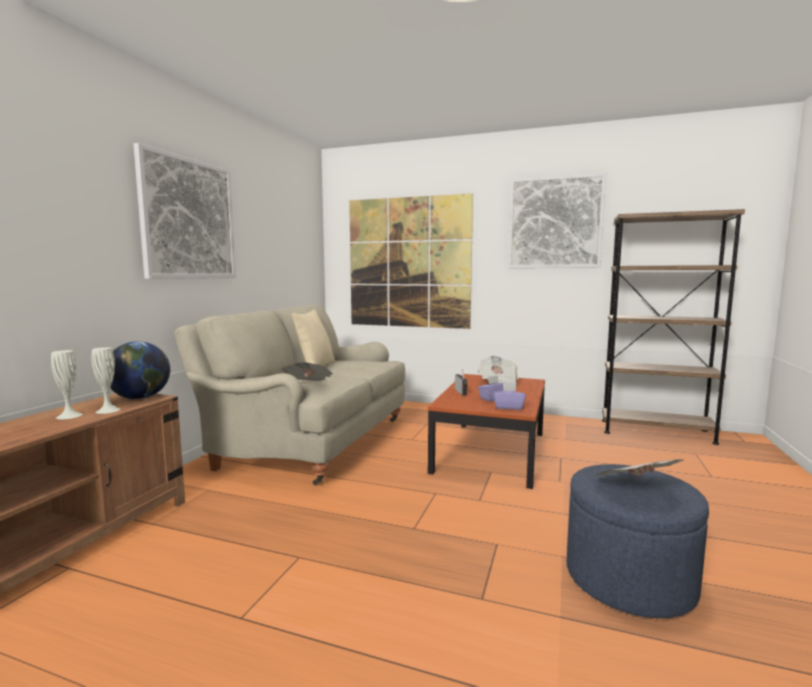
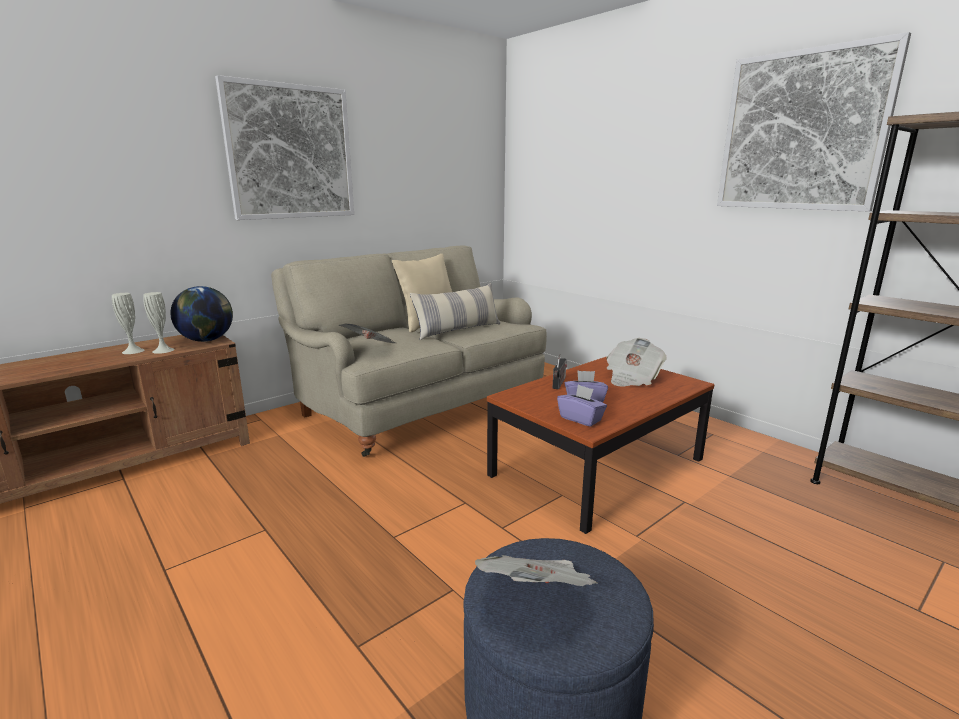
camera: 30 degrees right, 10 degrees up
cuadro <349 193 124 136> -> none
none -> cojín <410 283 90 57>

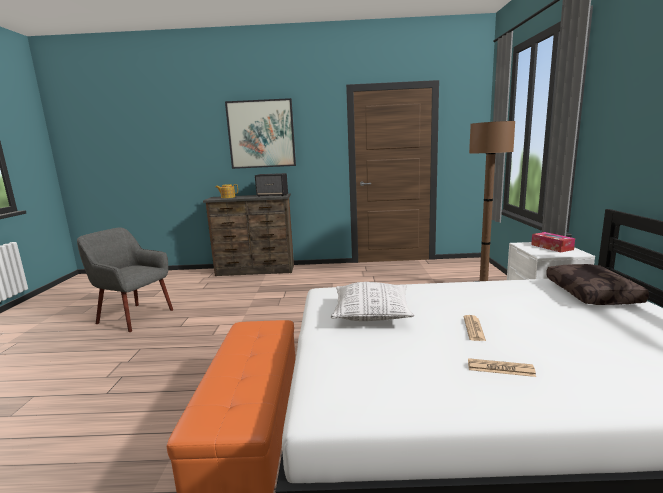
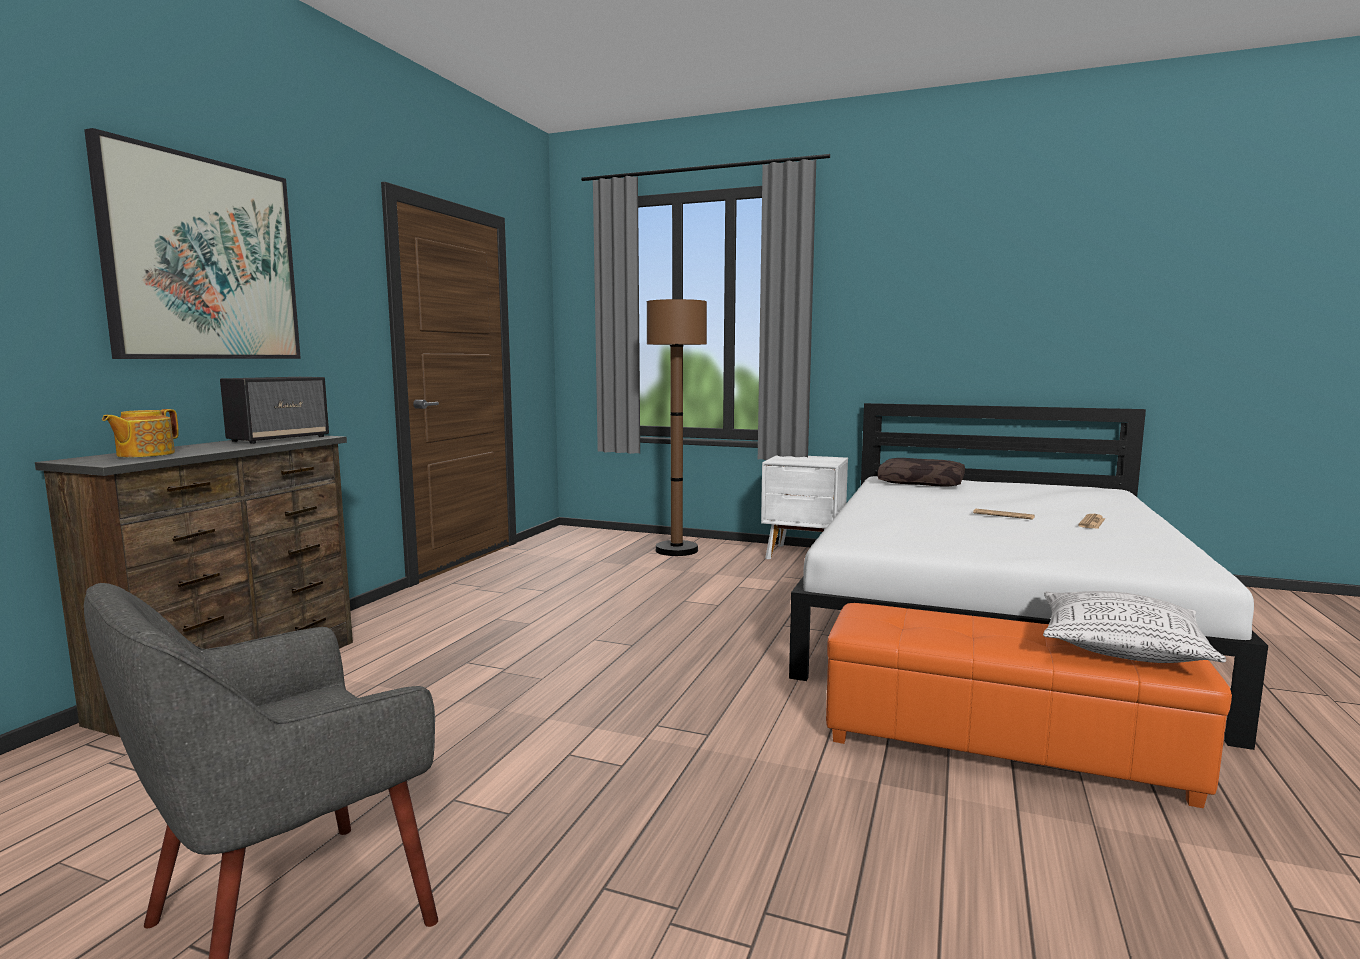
camera: 70 degrees left, 5 degrees down
caja de pañuelos <531 232 44 20> -> none
cojín <331 282 83 39> -> cojín <1043 591 183 72>, move

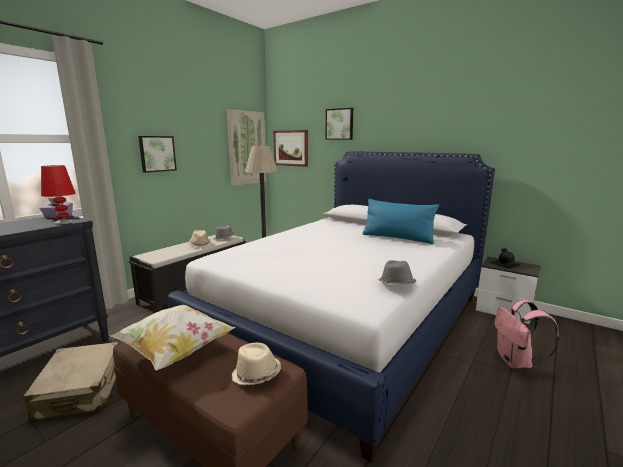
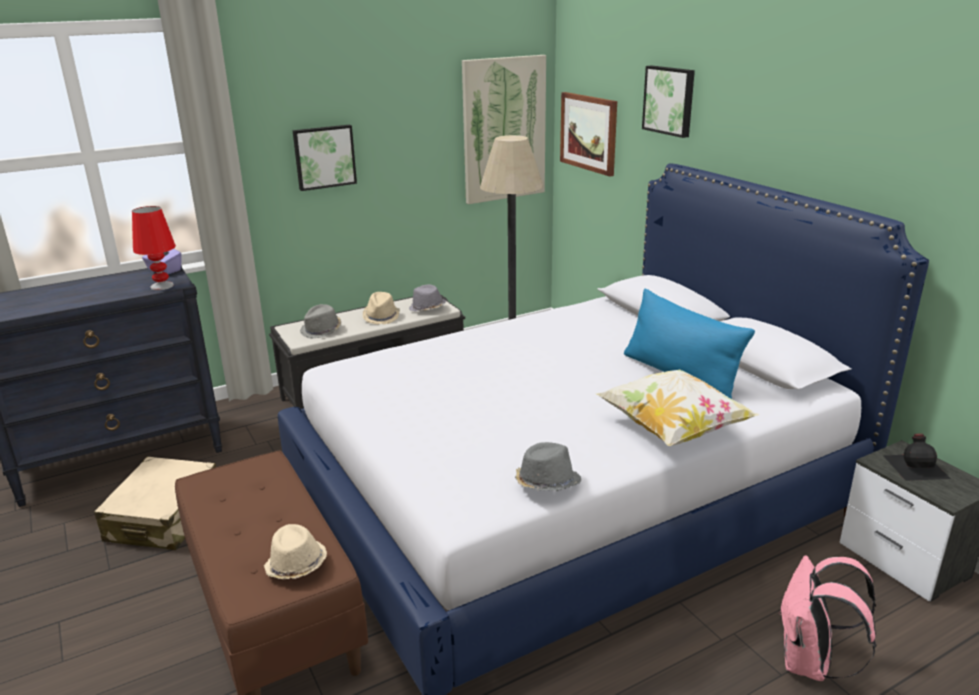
camera: 25 degrees right, 10 degrees up
cojín <110 305 125 65> -> cojín <596 370 163 76>, move
none -> sombrero [gris] <300 304 41 35>

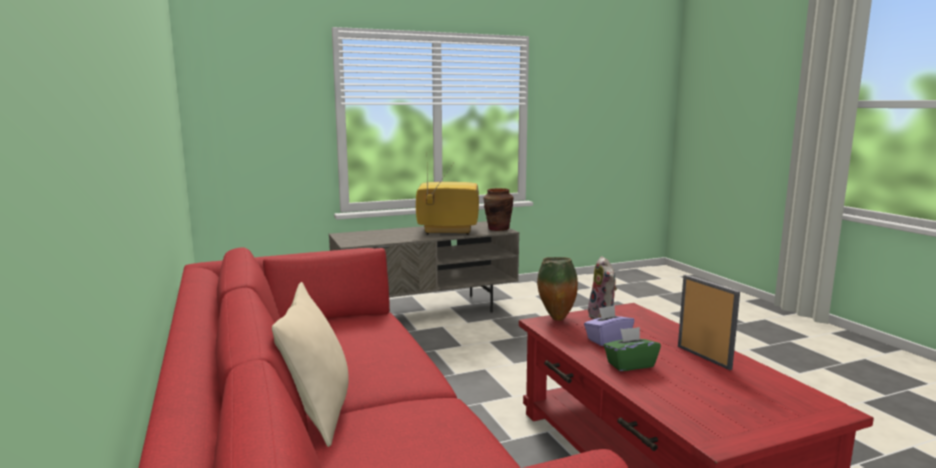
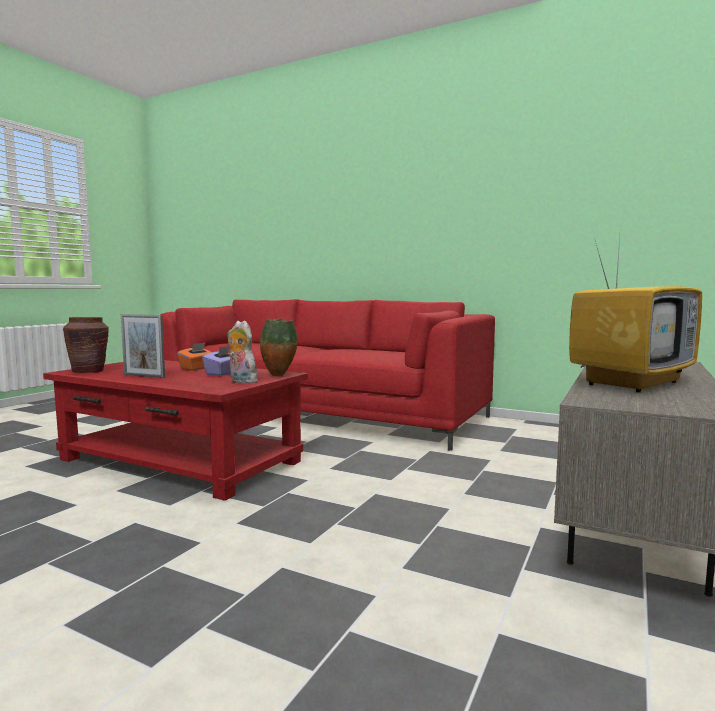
camera: 140 degrees right, 5 degrees down
florero [marrón] <484 188 29 43> -> florero [marrón] <63 317 46 56>, move
cojín [beis] <272 282 77 165> -> none
caja de pañuelos [verde] <604 327 57 44> -> caja de pañuelos [naranja] <177 343 35 28>

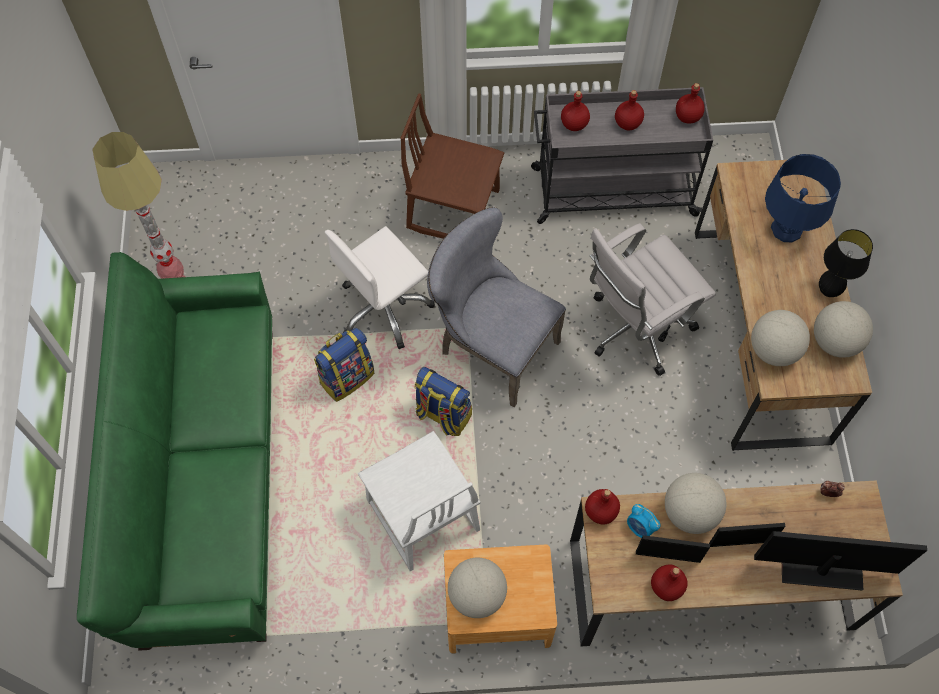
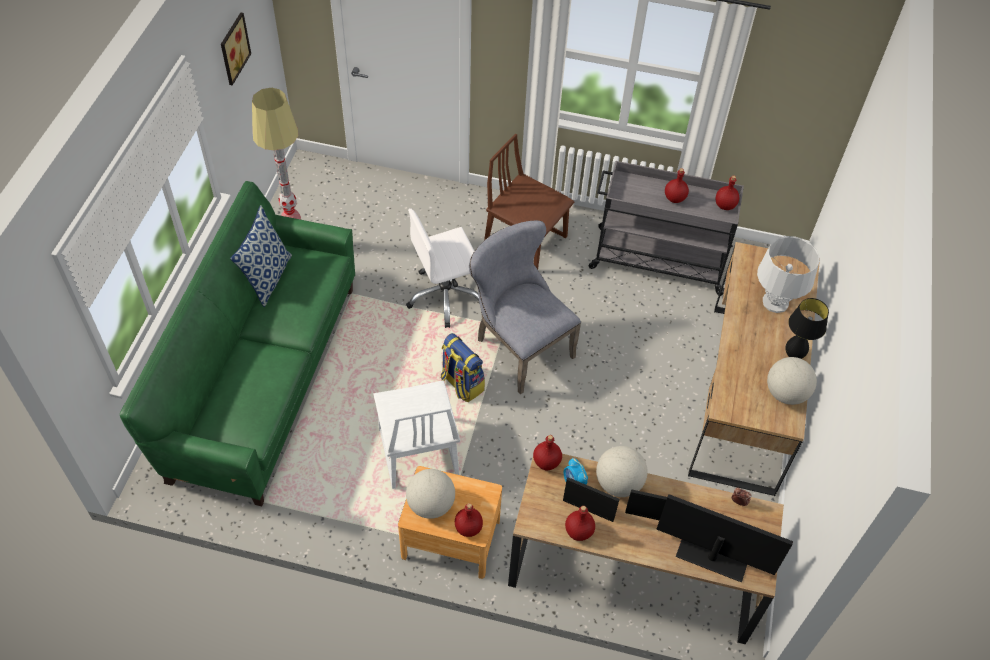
camera: 15 degrees right, 10 degrees down
botella [rojo] <561 91 29 40> -> botella [rojo] <455 503 28 34>, move
lámpara de mesa [azul] <765 154 76 88> -> lámpara de mesa [gris] <757 236 62 77>
silla de oficina [blanco] <590 223 126 153> -> none
globo terráqueo <751 310 59 56> -> none
mochila <314 328 60 74> -> none
none -> cuadro <221 12 30 74>
none -> cojín <230 205 62 102>

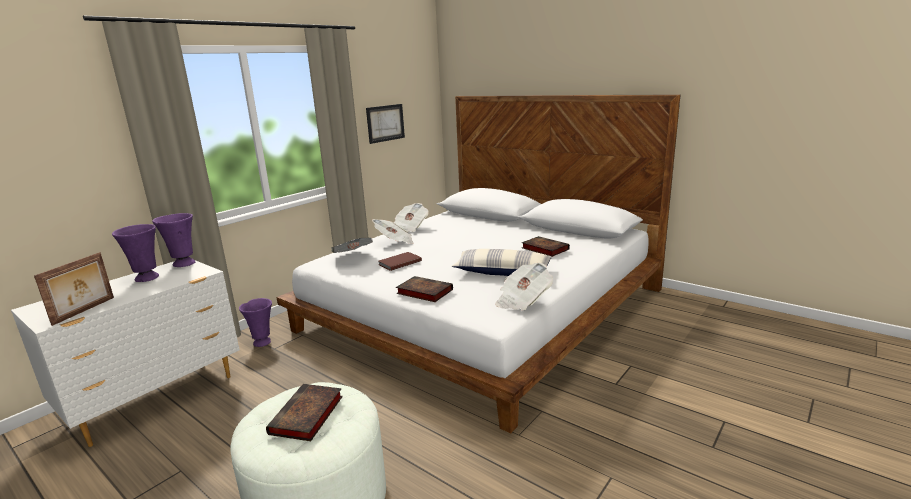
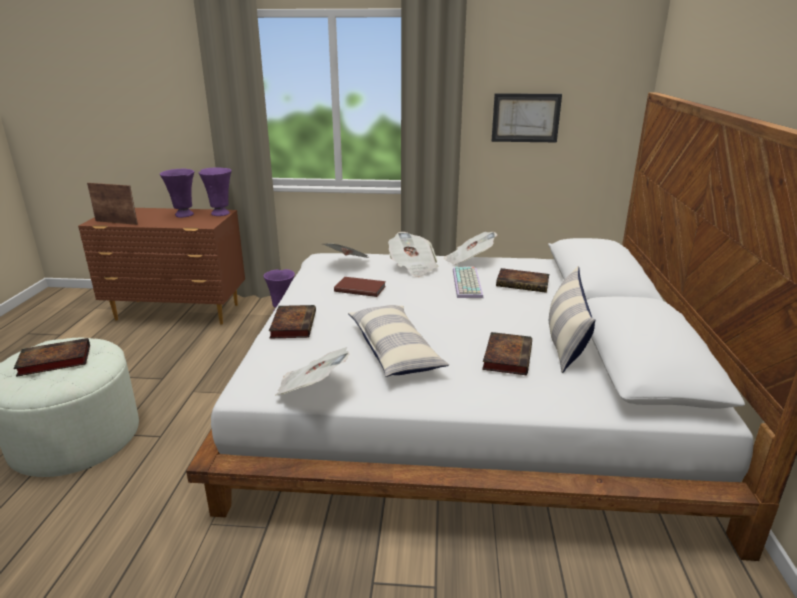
camera: 55 degrees right, 5 degrees up
portarretratos <34 252 80 74> -> portarretratos <87 183 51 42>, 150 degrees counterclockwise
cómoda [blanco] <11 260 229 187> -> cómoda [marrón] <78 208 167 116>
none -> cojín <549 266 46 107>
none -> teclado <453 267 30 31>
none -> libro <496 268 53 25>

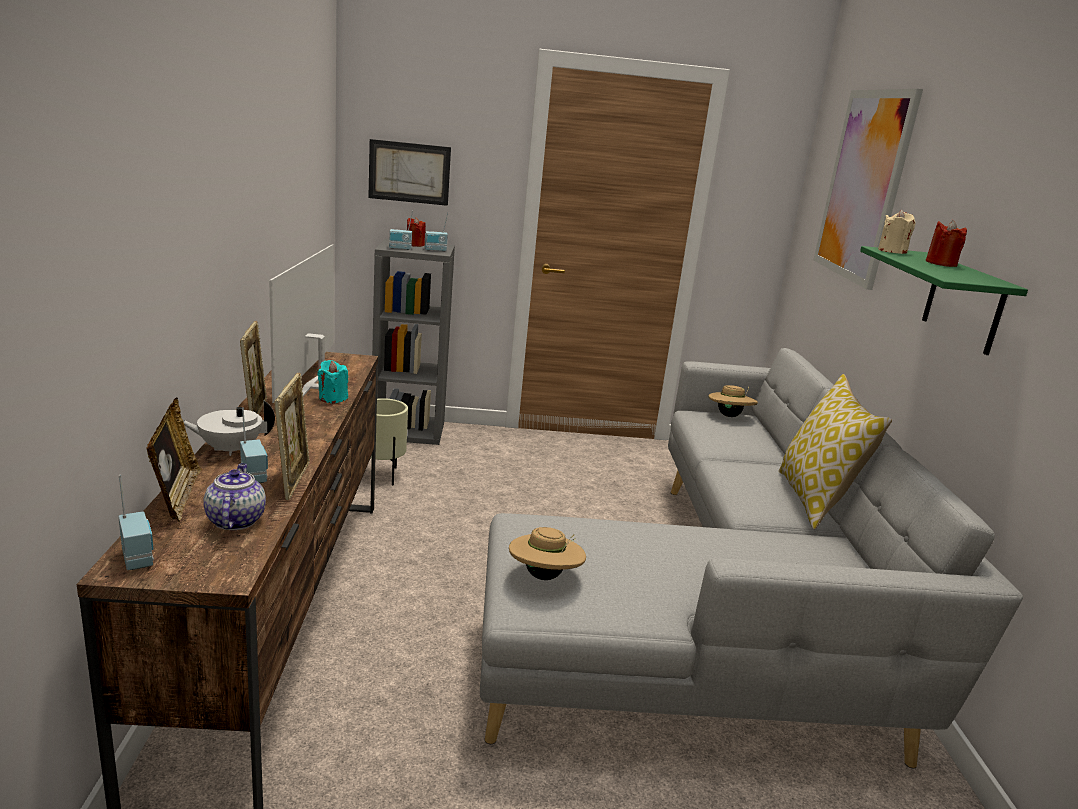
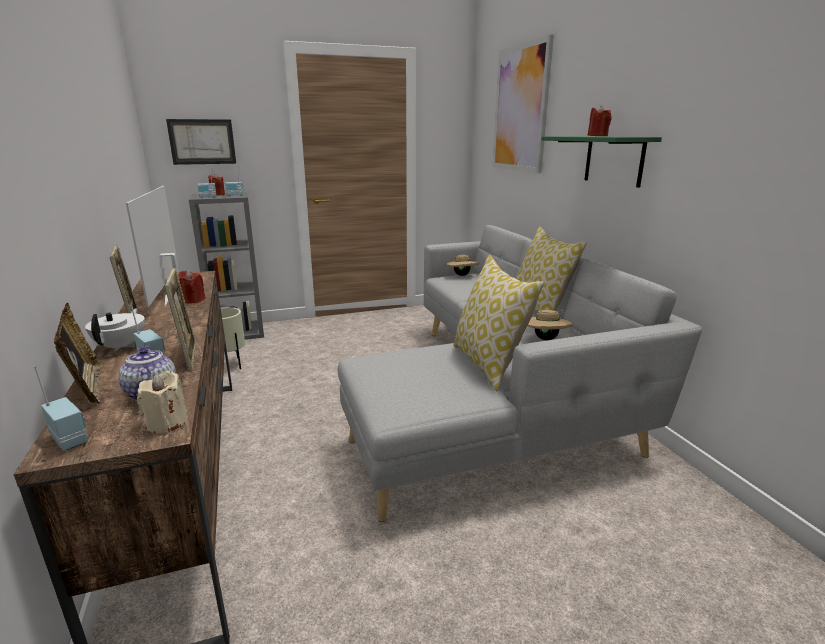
camera: 15 degrees left, 0 degrees up
vela [beis] <878 210 38 44> -> vela [beis] <137 371 51 62>, move
vela [turquesa] <318 360 30 43> -> vela [rojo] <178 270 28 34>
tetera [blanco] <183 401 92 55> -> tetera [blanco] <85 309 60 43>, 120 degrees clockwise
sombrero [beis] <509 527 77 53> -> sombrero [beis] <528 309 45 31>, move
none -> cojín <453 255 91 136>

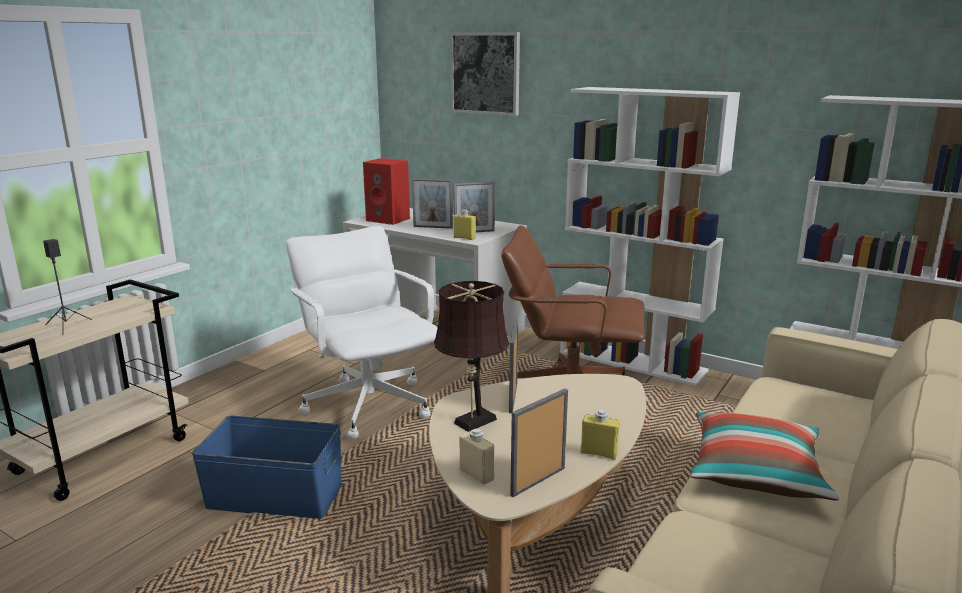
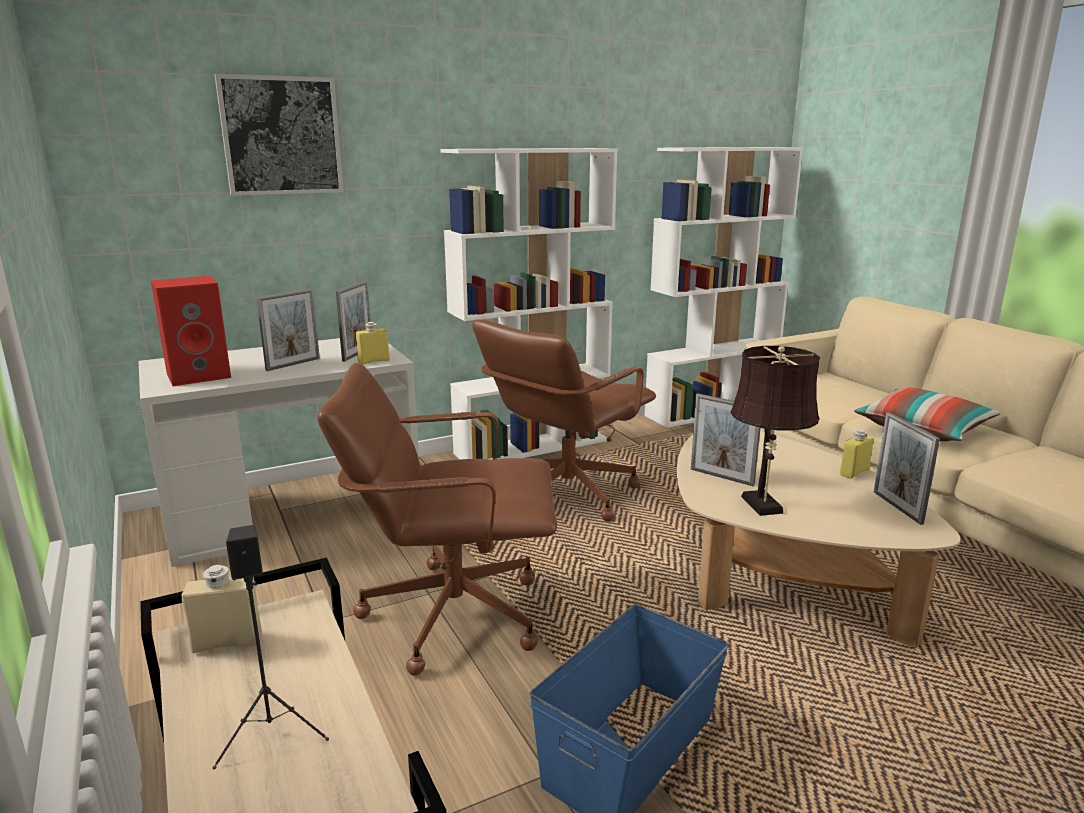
camera: 60 degrees left, 0 degrees up
silla de oficina [blanco] <286 226 152 214> -> silla de oficina [marrón] <318 362 239 314>
botella [beis] <459 429 35 56> -> botella [beis] <182 565 80 88>, move

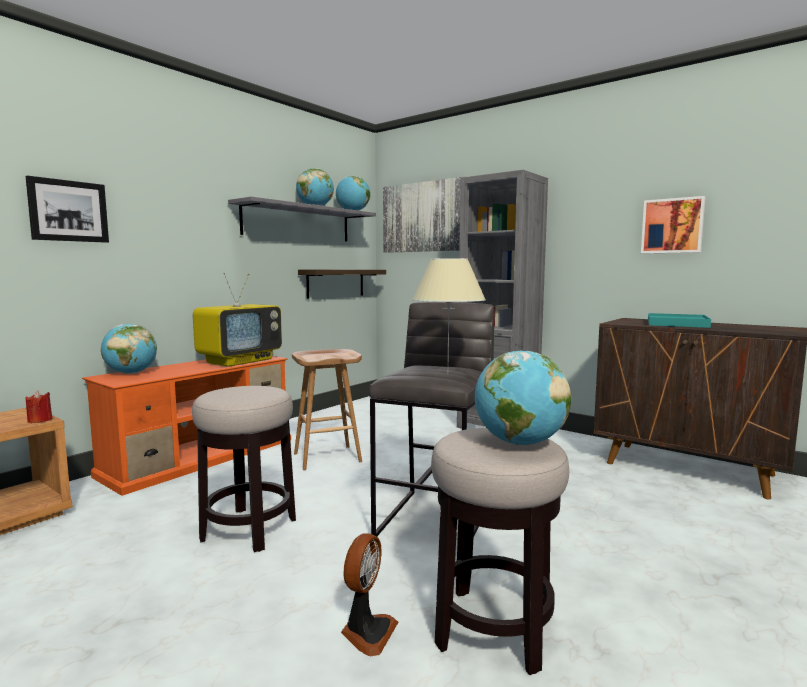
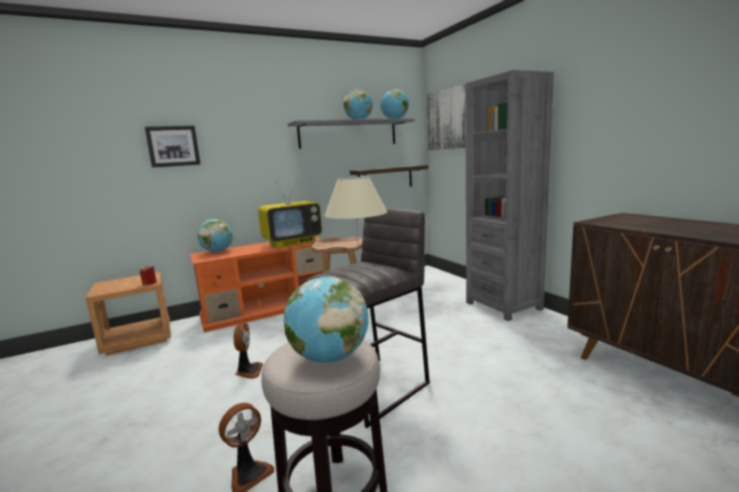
camera: 25 degrees right, 5 degrees up
cuadro <641 196 64 58> -> none
bandeja [turquesa] <648 313 63 15> -> none
taburete <192 386 104 166> -> ventilador <233 323 30 56>

